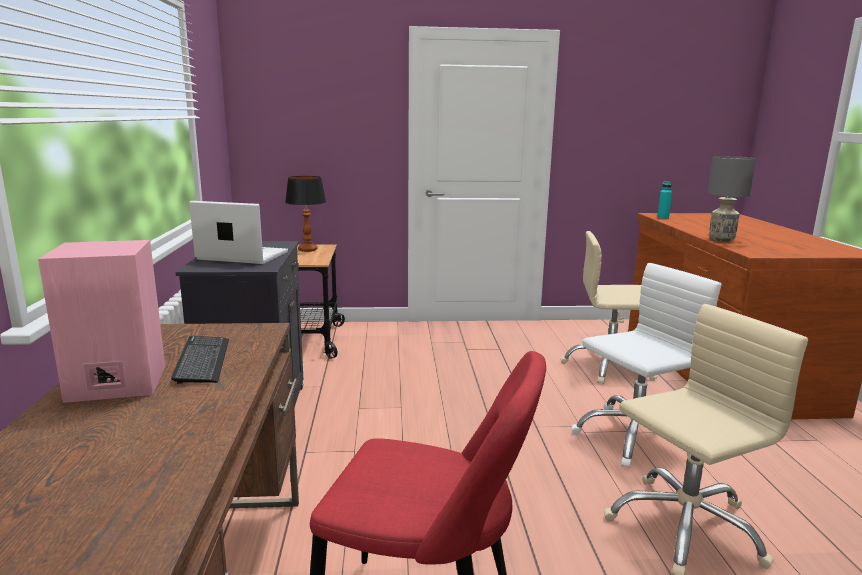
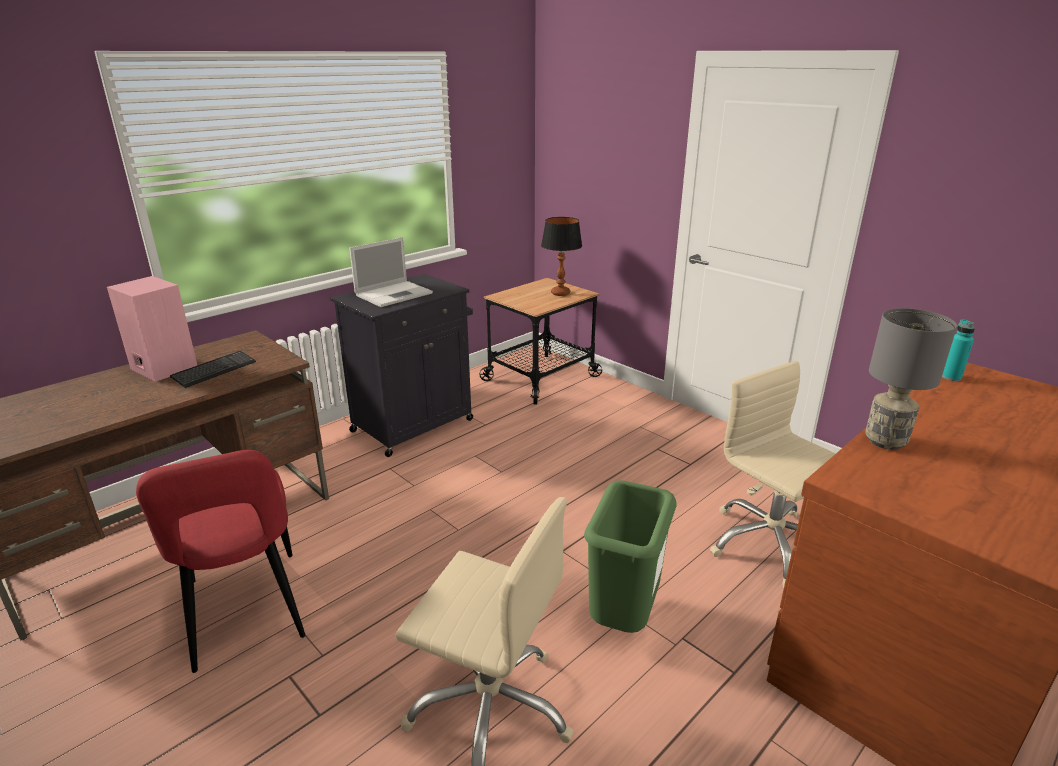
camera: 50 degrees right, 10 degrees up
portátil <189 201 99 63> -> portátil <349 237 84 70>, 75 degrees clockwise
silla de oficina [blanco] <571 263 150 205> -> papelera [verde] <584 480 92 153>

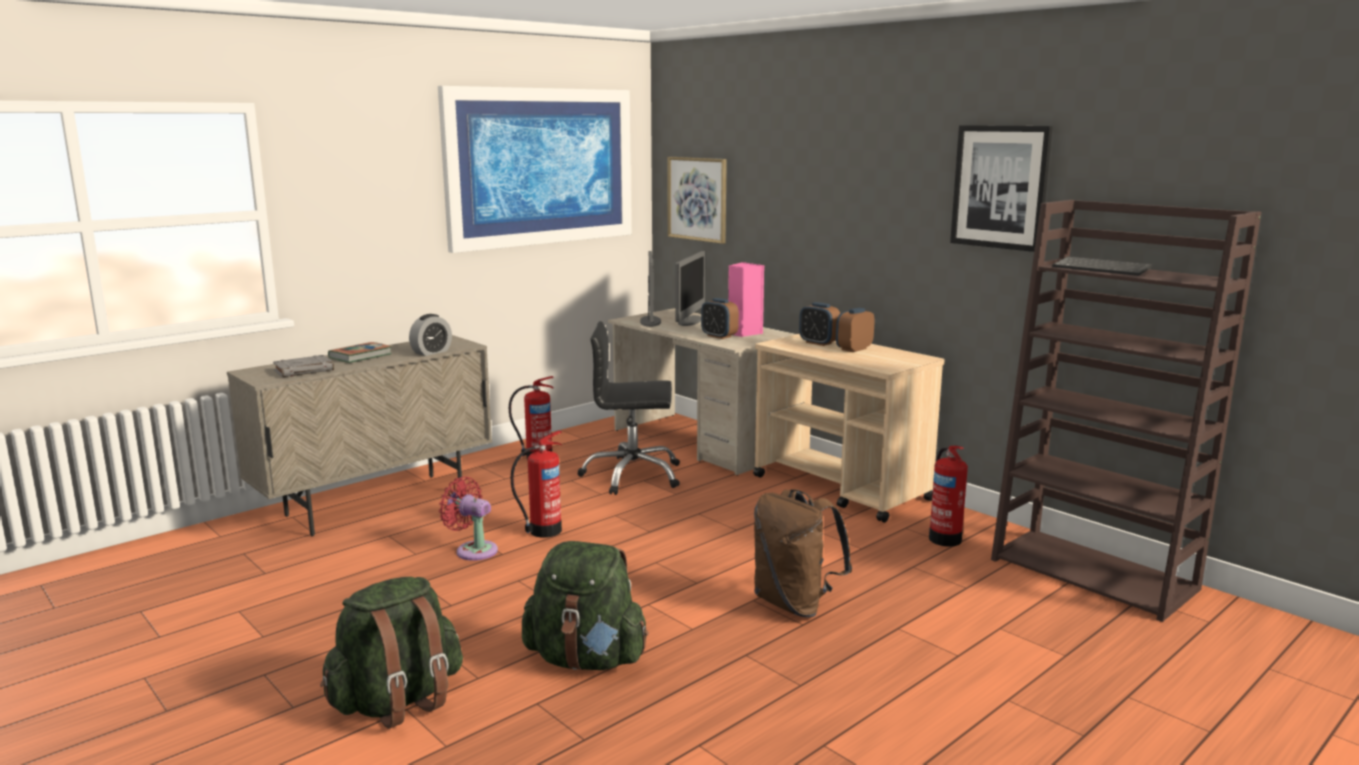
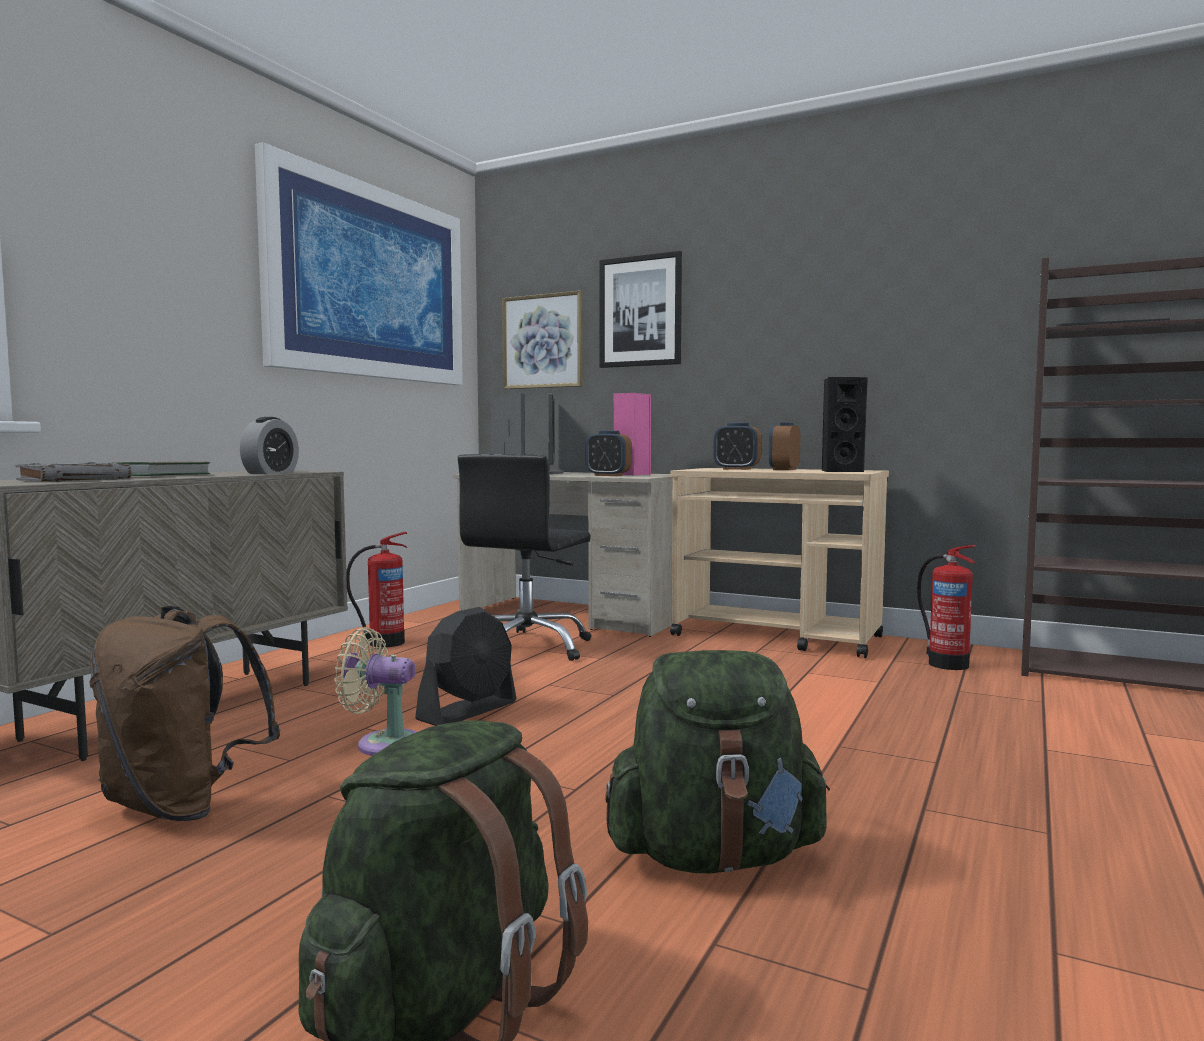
camera: 20 degrees left, 10 degrees down
cuadro <950 125 103 127> -> cuadro <599 251 83 117>, move
silla de oficina [negro] <577 321 103 174> -> silla de oficina [negro] <458 454 133 207>, 45 degrees counterclockwise
extintor <511 430 51 108> -> ventilador [negro] <415 607 102 119>
ventilador [rojo] <439 477 59 84> -> ventilador [beis] <334 628 83 128>
mochila [marrón] <754 489 98 128> -> mochila [marrón] <90 606 191 215>, move
none -> altavoz [negro] <822 377 46 95>

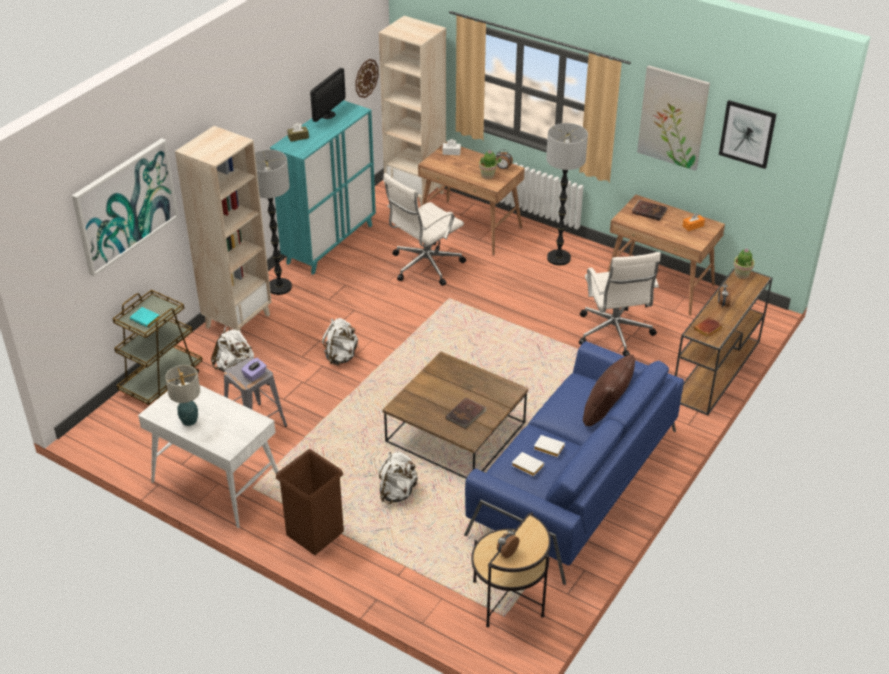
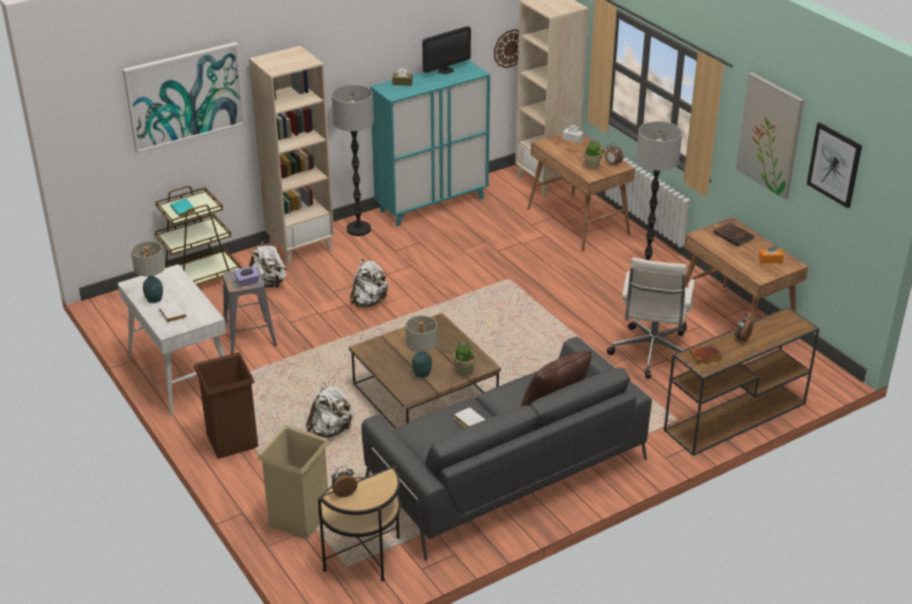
camera: 25 degrees right, 5 degrees down
silla de oficina [blanco] <383 173 83 113> -> none
planta en maceta <734 248 21 31> -> planta en maceta <454 341 22 35>, move
sofá [azul] <464 341 220 244> -> sofá [gris] <361 337 291 224>
libro [marrón] <446 397 41 32> -> lámpara de mesa <405 315 32 63>
libro [blanco] <511 452 33 24> -> libro [blanco] <159 302 27 21>, move
none -> papelera [beis] <258 425 71 114>

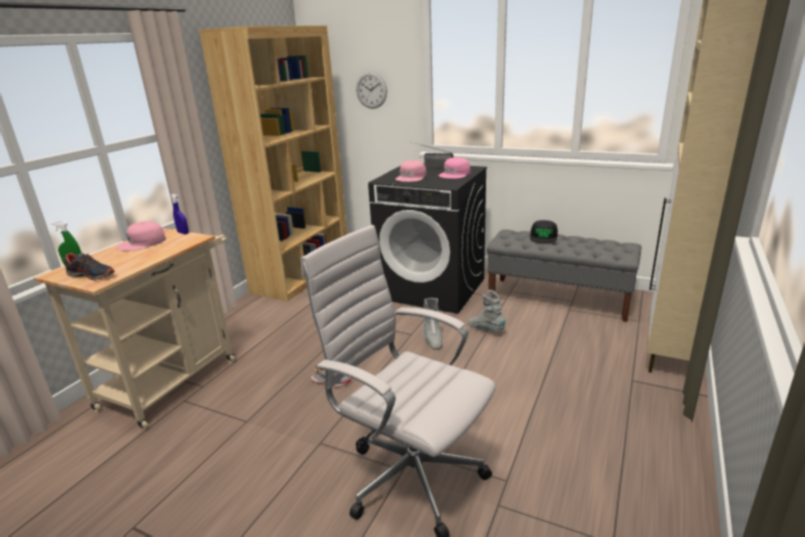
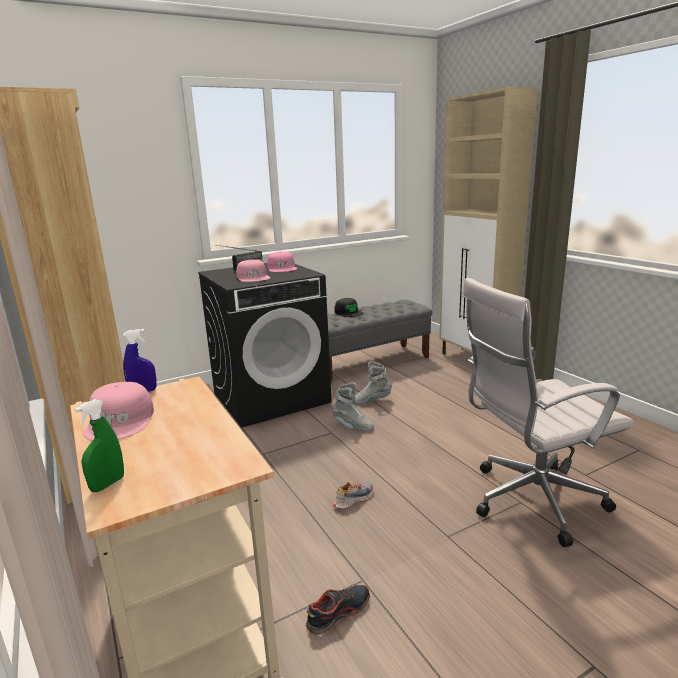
camera: 55 degrees left, 5 degrees down
reloj de pared <356 72 31 37> -> none
zapato <64 253 51 27> -> zapato <306 585 64 50>, move

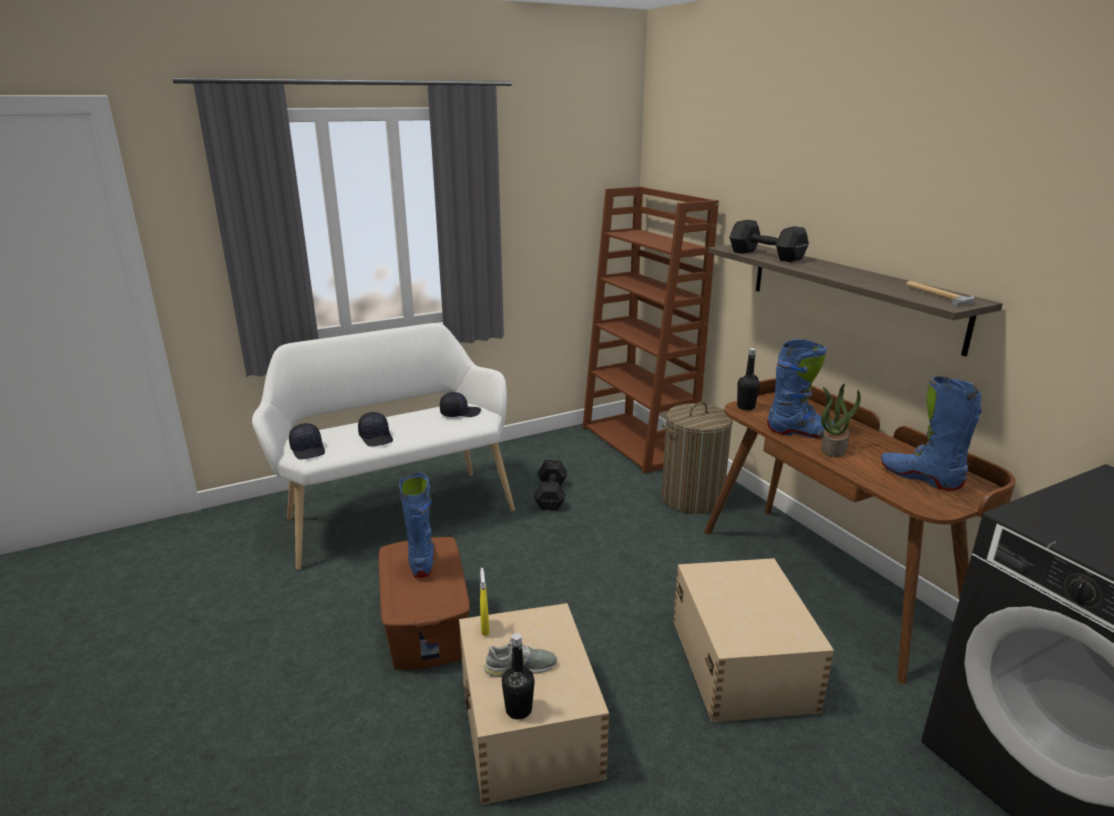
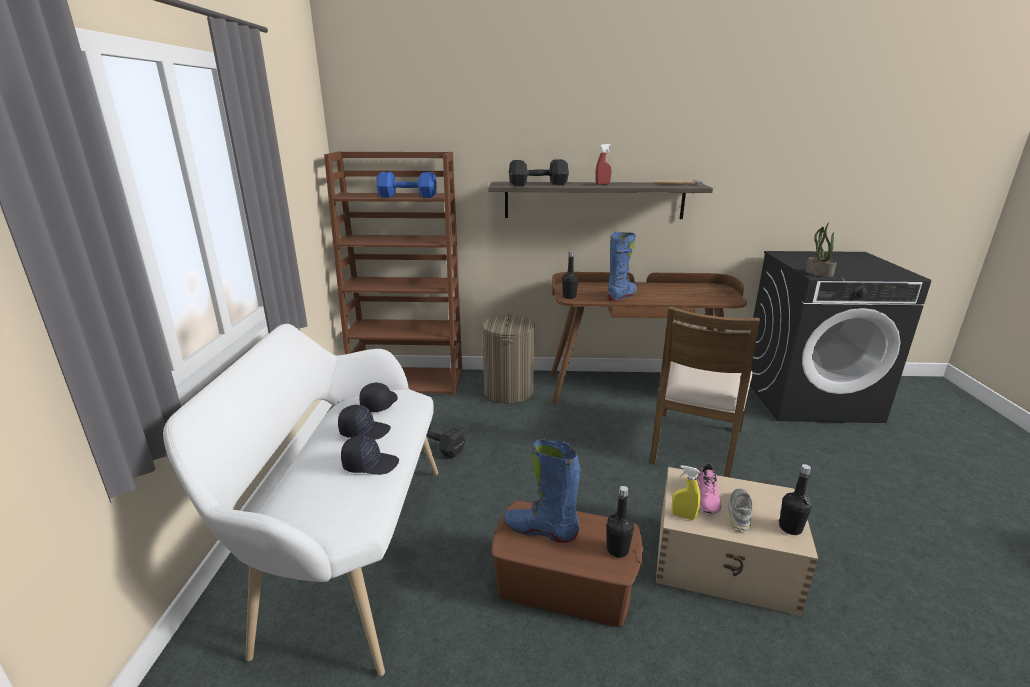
camera: 60 degrees left, 0 degrees up
bota [azul] <881 376 101 114> -> none
planta en maceta <821 384 40 73> -> planta en maceta <805 223 31 54>, move
gorra [negro] <289 423 36 37> -> gorra [negro] <338 405 53 35>, move
caja de almacenaje [beis] <673 558 161 165> -> silla [marrón] <650 306 110 171>
none -> pulverizador [rojo] <595 144 17 41>
none -> mancuerna [azul] <376 172 61 26>
none -> zapato [rosa] <697 463 24 51>
none -> botella [negro] <607 486 27 72>

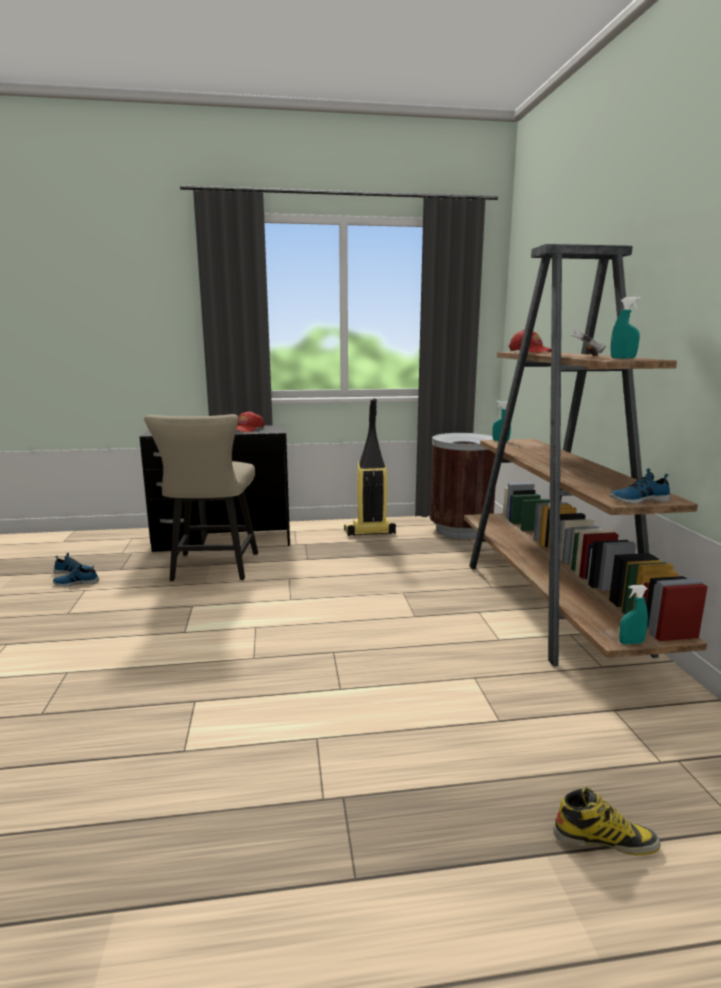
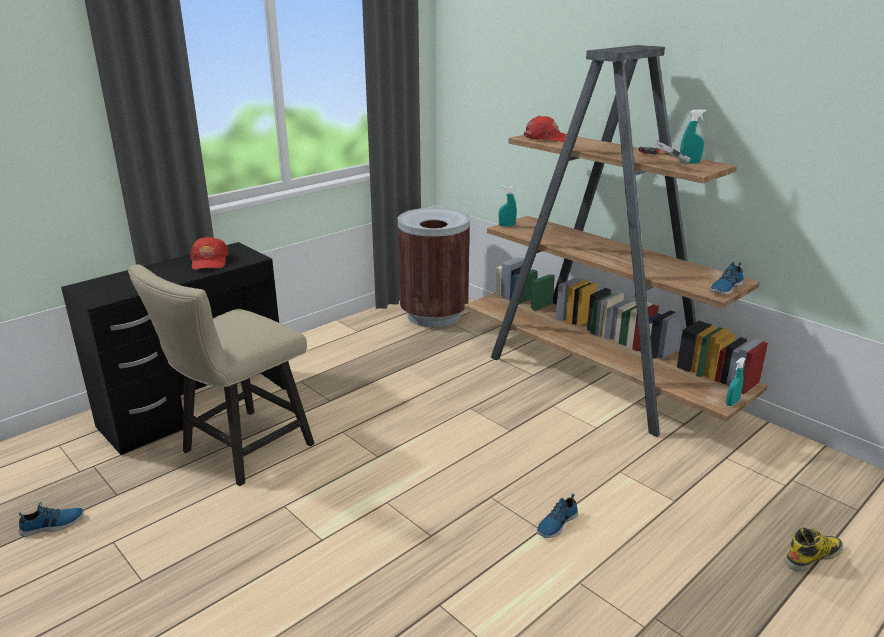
camera: 35 degrees left, 10 degrees up
aspiradora <344 398 52 138> -> none
silla [beis] <144 414 114 167> -> silla [beis] <128 265 187 221>, 75 degrees clockwise
zapato <53 562 46 24> -> zapato <537 494 41 44>, move

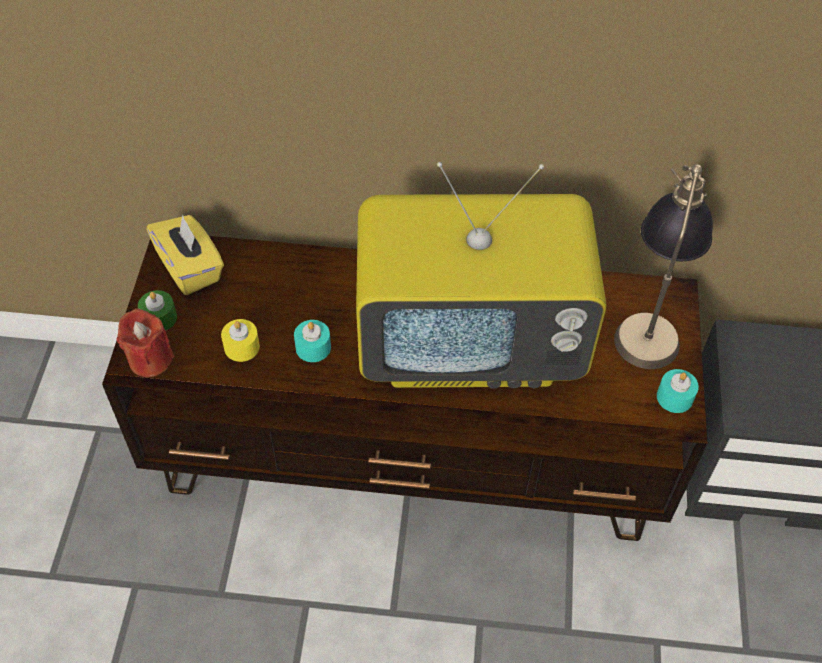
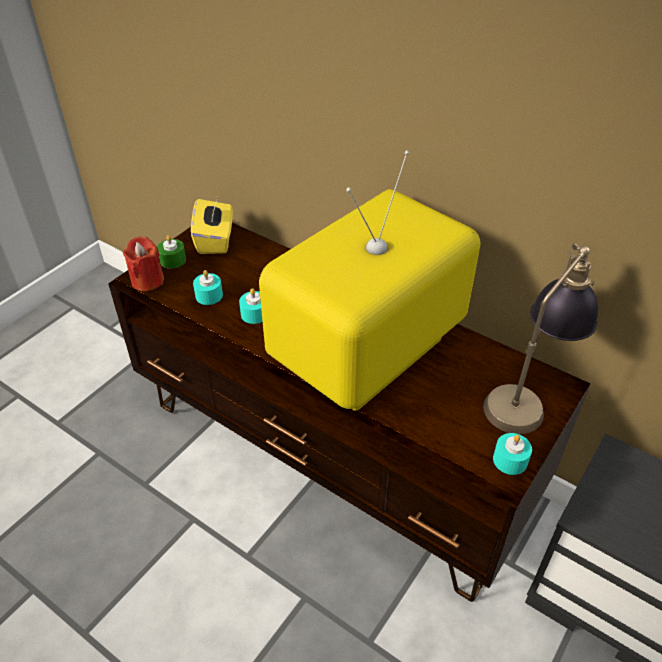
camera: 30 degrees right, 10 degrees down
televisor <356 162 251 226> -> televisor <259 150 221 261>, 105 degrees clockwise
vela [amarillo] <221 319 39 43> -> vela [turquesa] <193 270 30 35>

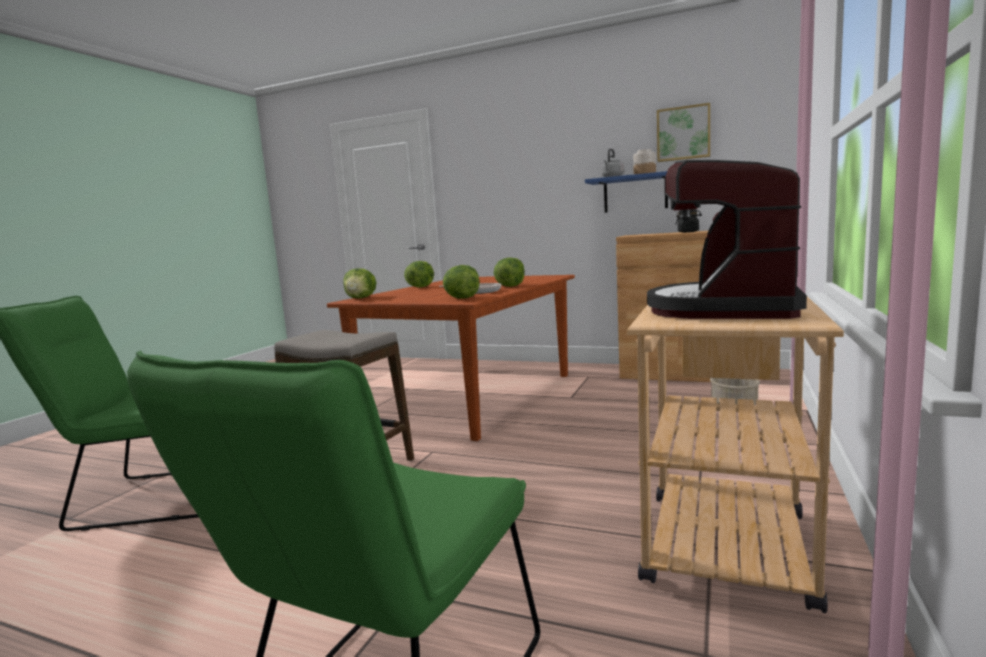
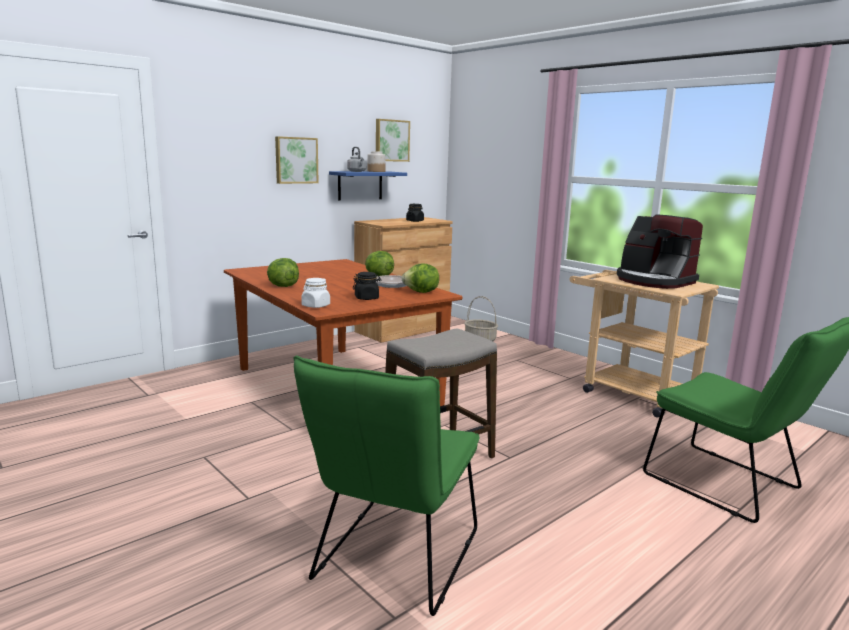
camera: 65 degrees left, 5 degrees up
lechuga <343 268 33 30> -> tarro [blanco] <301 278 29 30>
none -> cuadro <275 136 43 48>
none -> tarro [negro] <353 272 28 28>

